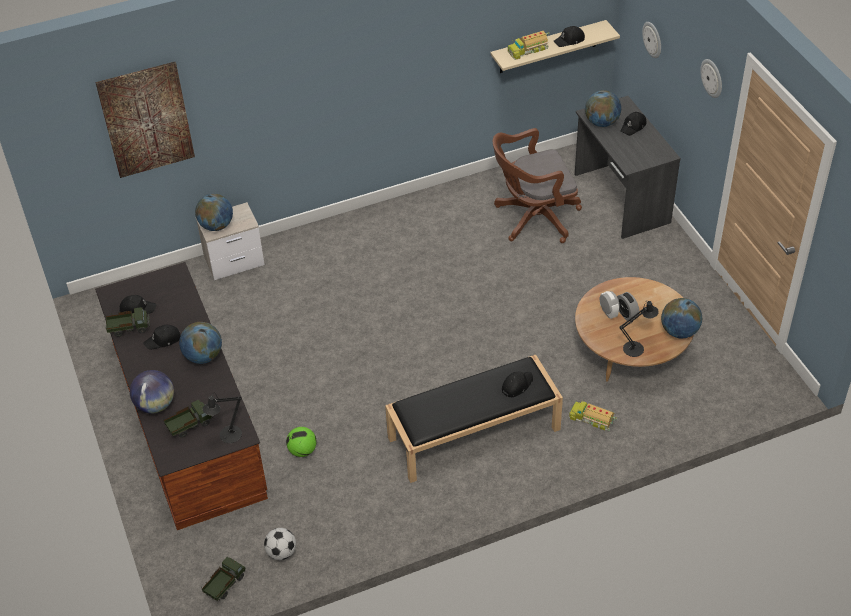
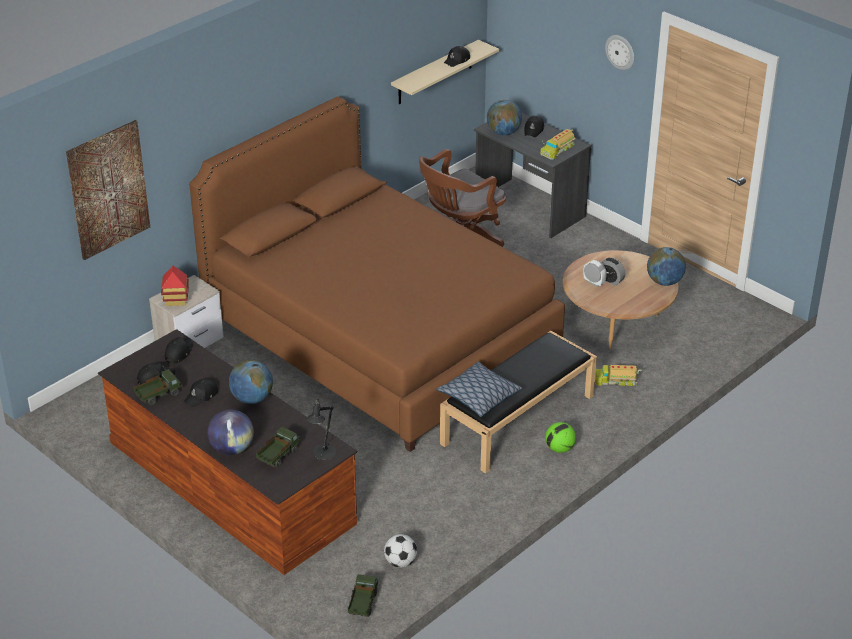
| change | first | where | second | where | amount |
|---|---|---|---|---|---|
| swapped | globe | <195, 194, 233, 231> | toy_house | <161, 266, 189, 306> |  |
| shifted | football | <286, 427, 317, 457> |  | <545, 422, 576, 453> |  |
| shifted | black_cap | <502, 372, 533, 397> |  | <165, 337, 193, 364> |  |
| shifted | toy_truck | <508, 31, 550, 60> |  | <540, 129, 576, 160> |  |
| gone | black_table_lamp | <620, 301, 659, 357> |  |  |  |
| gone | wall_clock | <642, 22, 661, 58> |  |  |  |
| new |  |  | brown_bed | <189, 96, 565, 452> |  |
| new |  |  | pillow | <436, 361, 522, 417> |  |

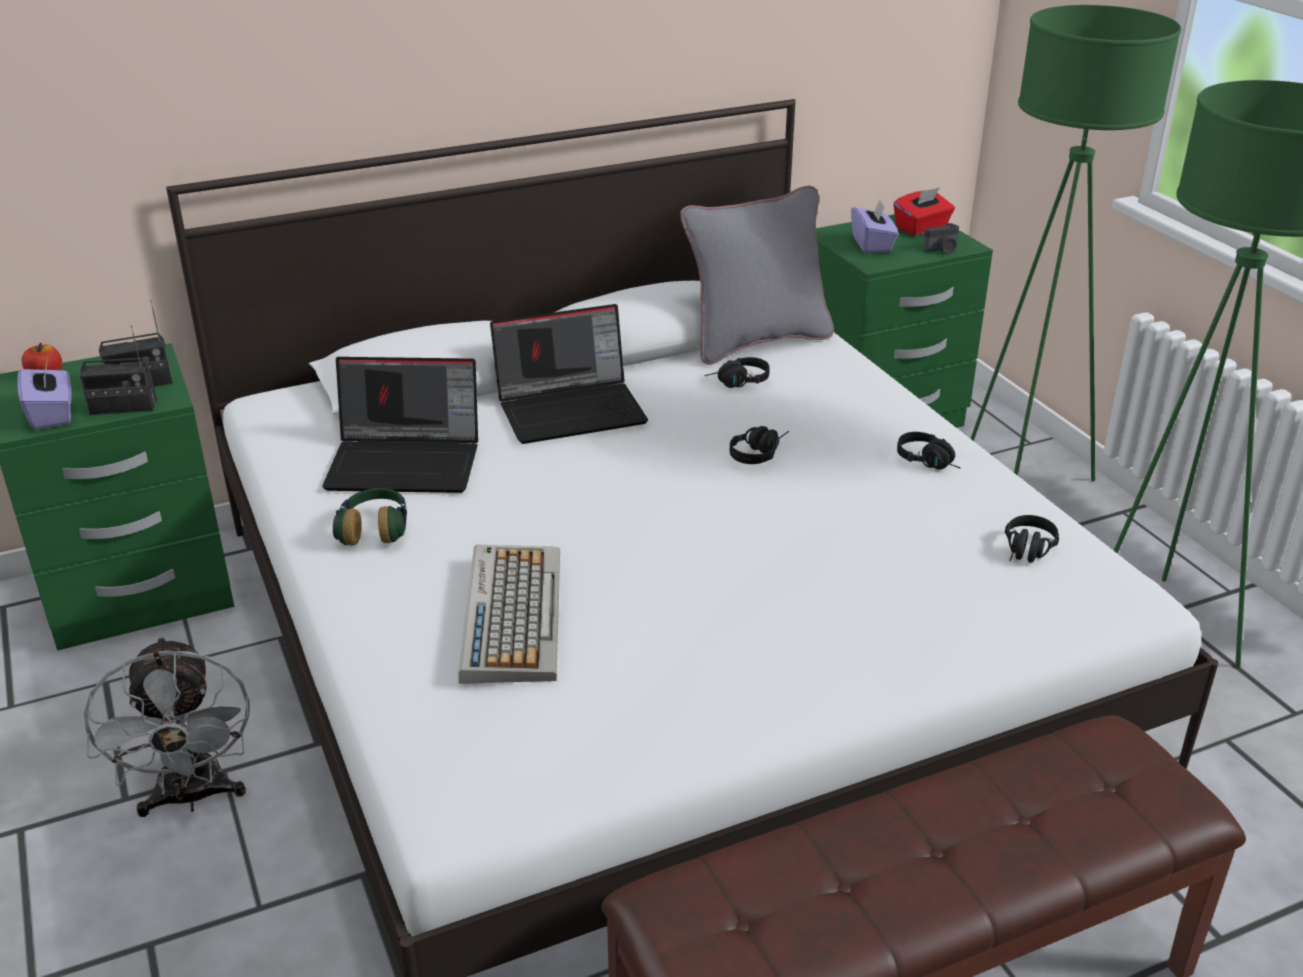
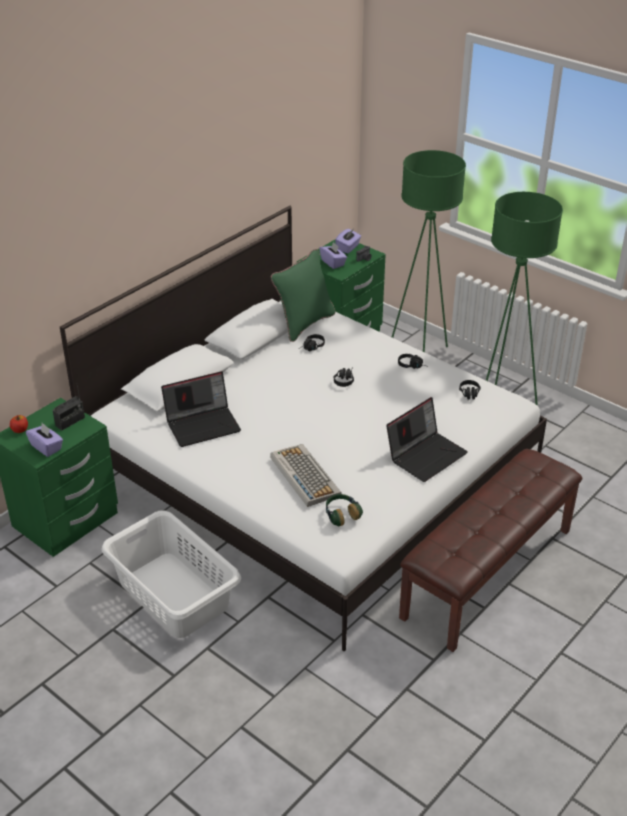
| change | first | where | second | where | amount |
|---|---|---|---|---|---|
| gone | radio | <79, 325, 157, 415> |  |  |  |
| swapped | grey_fan | <84, 636, 250, 817> | white_laundry_basket | <102, 510, 241, 638> |  |
| shifted | headphones | <333, 488, 407, 545> |  | <326, 494, 363, 526> |  |
| shifted | laptop | <490, 304, 648, 444> |  | <386, 397, 468, 482> |  |
| repainted | grey_pillow | <680, 186, 834, 365> | green_pillow | <271, 249, 335, 342> |  |
| repainted | red_tissue_box | <893, 187, 955, 236> | purple_tissue_box | <335, 229, 361, 253> |  |

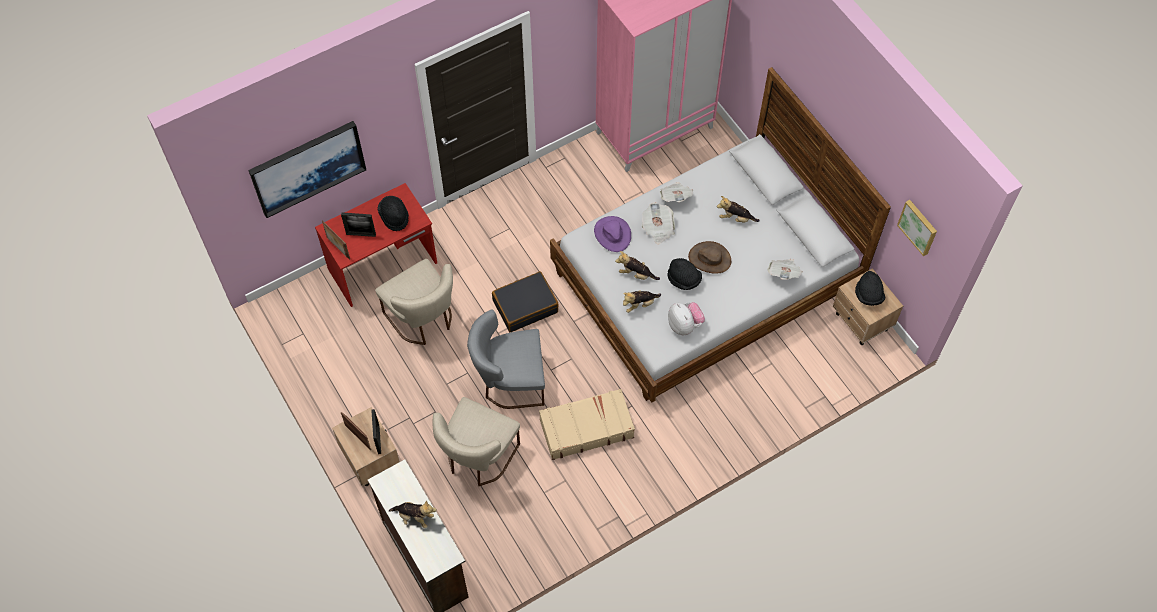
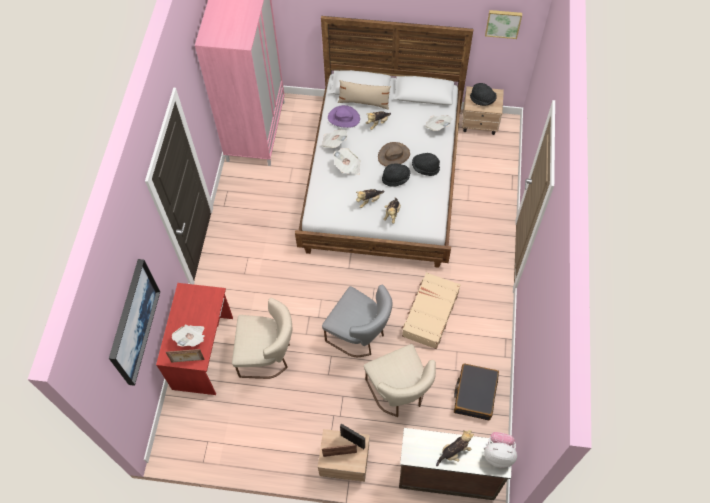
| change | first | where | second | where | amount |
|---|---|---|---|---|---|
| swapped | picture_frame | <341, 212, 376, 237> | newspaper | <172, 325, 205, 347> |  |
| shifted | black_hat | <378, 196, 409, 231> |  | <412, 153, 440, 176> |  |
| rotated | grey_chair | <467, 309, 545, 409> |  | <322, 285, 392, 357> | 90 degrees counterclockwise |
| shifted | black_suitcase | <492, 271, 559, 332> |  | <454, 363, 499, 420> |  |
| shifted | purple_hat | <594, 216, 631, 252> |  | <328, 105, 360, 128> |  |
| shifted | plush_toy | <668, 302, 705, 335> |  | <484, 432, 517, 468> |  |
| new |  |  | beige_pillow | <338, 80, 391, 110> |  |

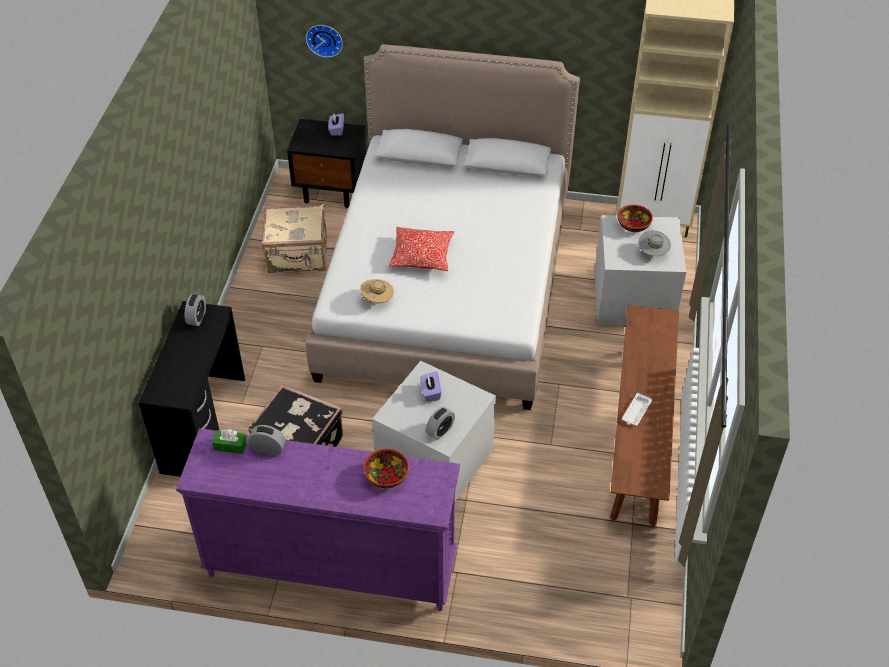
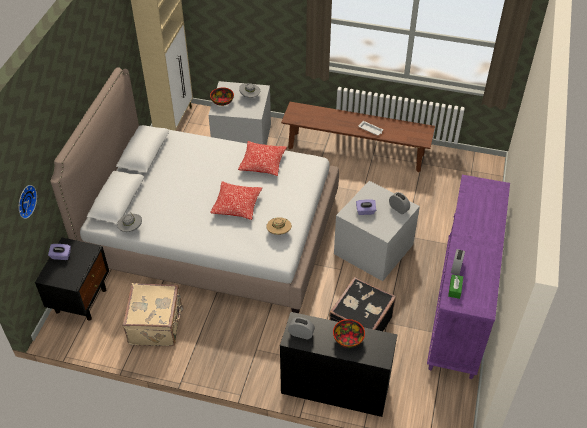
| change | first | where | second | where | amount |
|---|---|---|---|---|---|
| shifted | bowl | <364, 449, 409, 488> |  | <333, 319, 365, 348> |  |
| new |  |  | grey_hat | <117, 214, 142, 232> |  |
| new |  |  | pillow | <238, 141, 287, 176> |  |

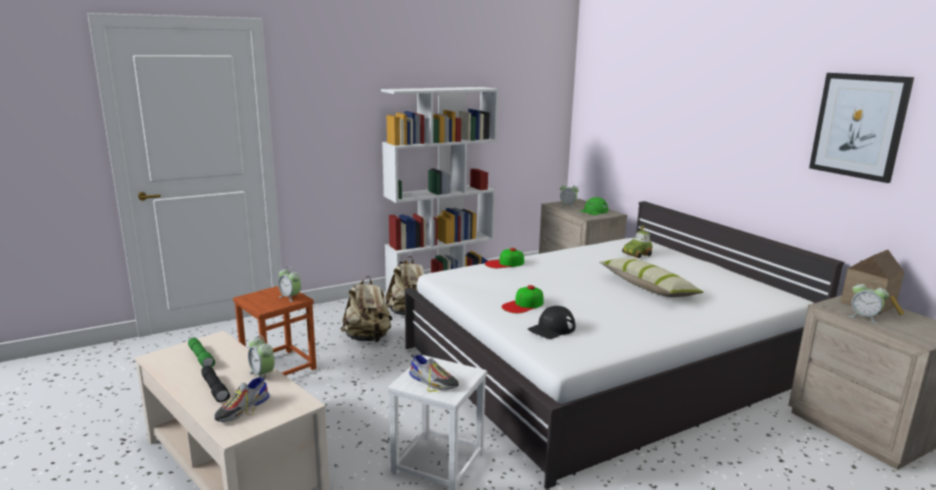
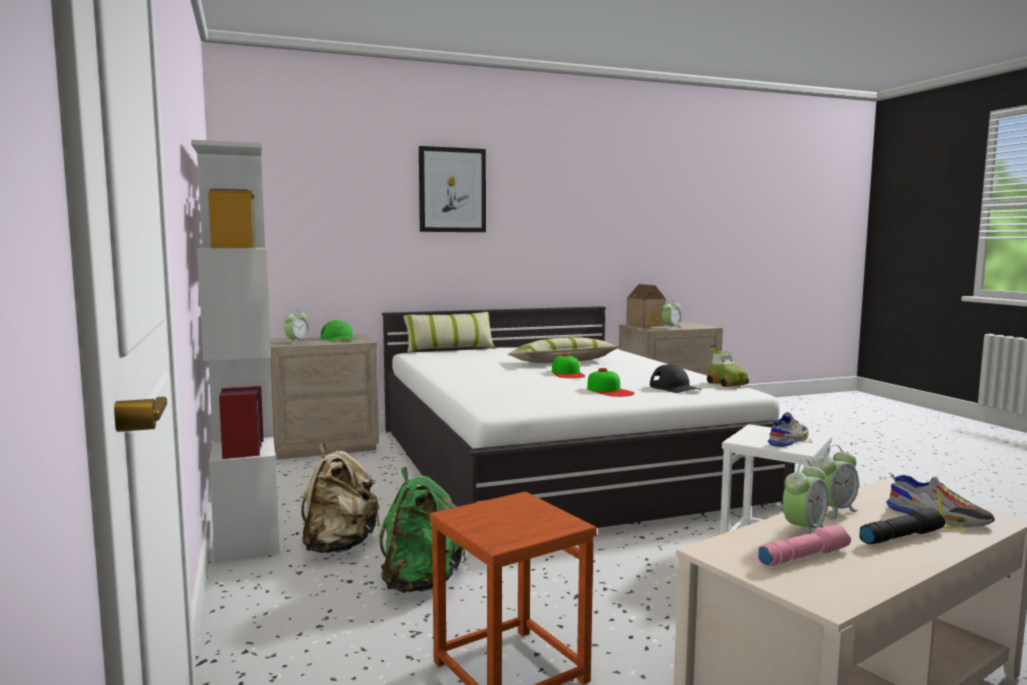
| change | first | where | second | where | amount |
|---|---|---|---|---|---|
| repainted | green_flashlight | <188, 338, 215, 367> | pink_flashlight | <758, 525, 851, 566> |  |
| shifted | alarm_clock | <278, 266, 301, 302> |  | <783, 460, 828, 534> |  |
| repainted | beige_backpack | <340, 276, 392, 342> | green_backpack | <379, 467, 466, 593> |  |
| shifted | cap | <485, 248, 524, 268> |  | <552, 353, 585, 378> |  |
| shifted | toy_car | <622, 225, 652, 258> |  | <707, 345, 749, 387> |  |
| shifted | picture | <809, 73, 914, 183> |  | <419, 146, 486, 232> |  |
| new |  |  | pillow | <402, 312, 496, 353> |  |

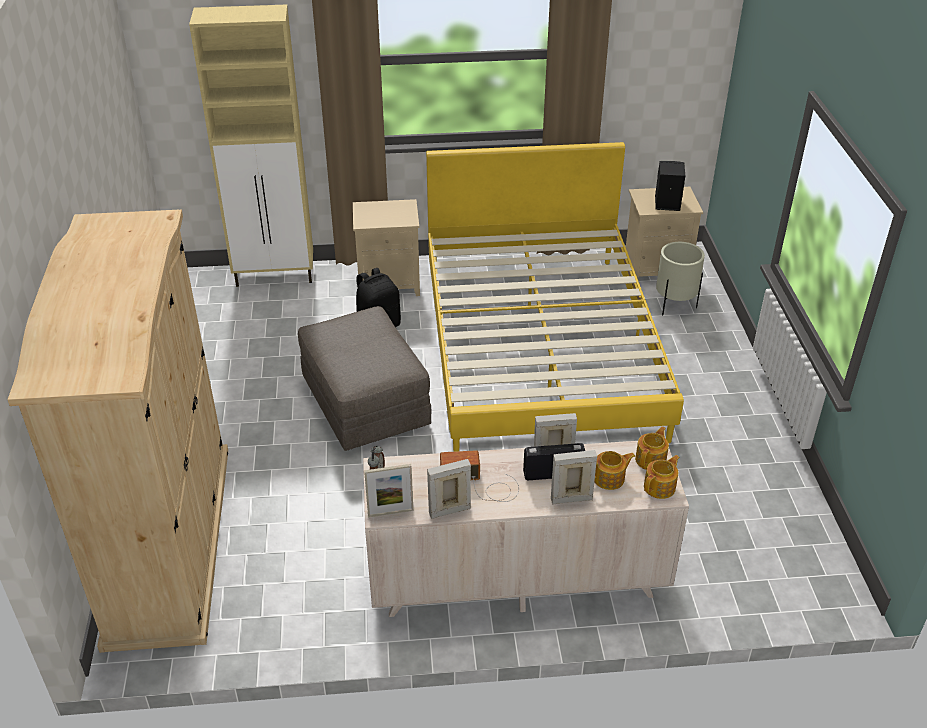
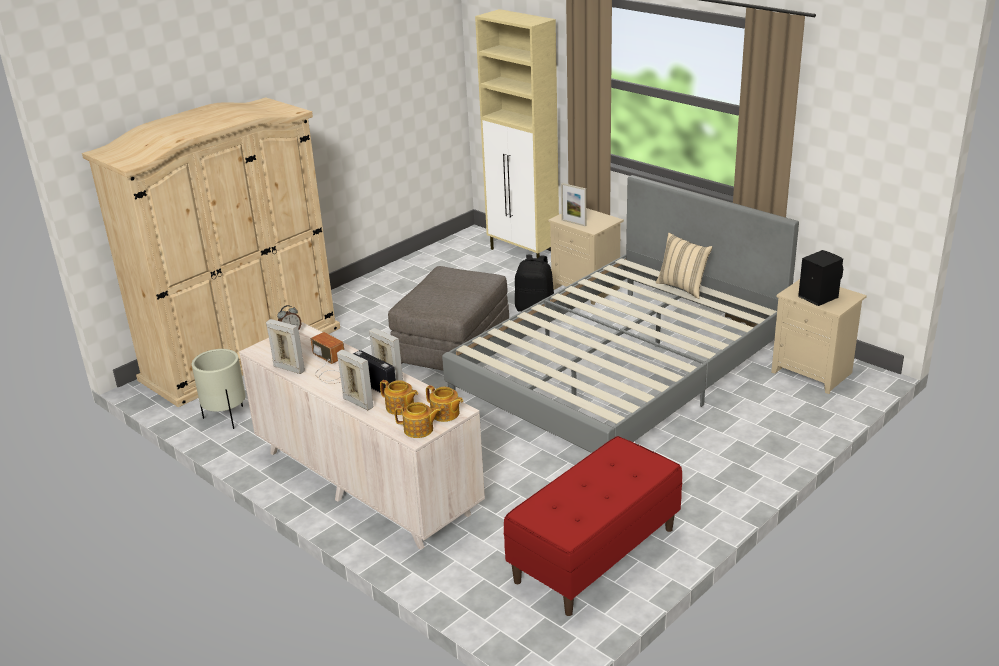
| change | first | where | second | where | amount |
|---|---|---|---|---|---|
| shifted | picture_frame | <364, 464, 413, 517> |  | <561, 183, 586, 226> |  |
| repainted | yellow_bed | <426, 142, 684, 452> | grey_bed | <442, 175, 799, 453> |  |
| rotated | teapot | <635, 426, 669, 470> |  | <426, 385, 463, 422> | 45 degrees clockwise |
| shifted | beige_planter | <656, 242, 705, 315> |  | <192, 349, 246, 429> |  |
| new |  |  | red_bench | <504, 436, 683, 616> |  |
| new |  |  | beige_pillow | <656, 233, 713, 299> |  |

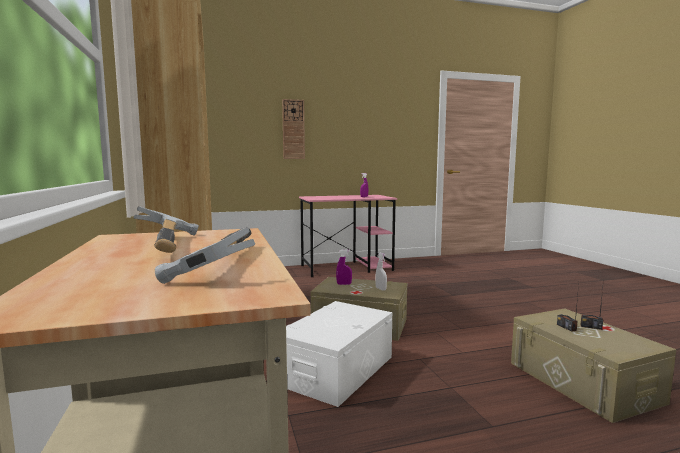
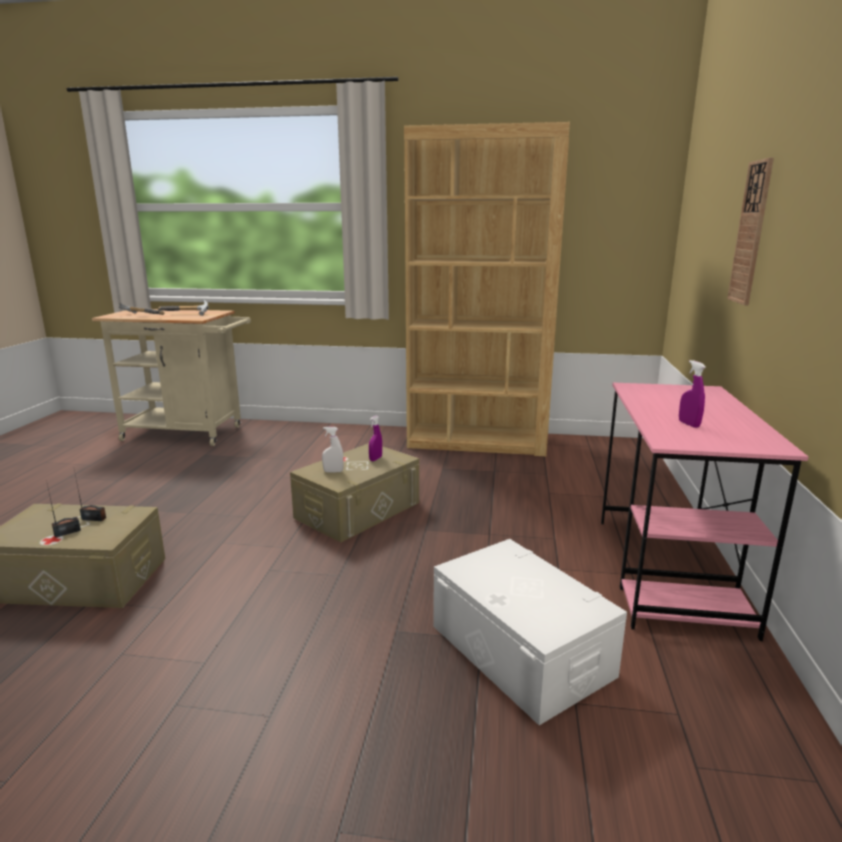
| change | first | where | second | where | amount |
|---|---|---|---|---|---|
| shifted | white_storage_box | <286, 301, 392, 407> |  | <433, 539, 627, 725> |  |

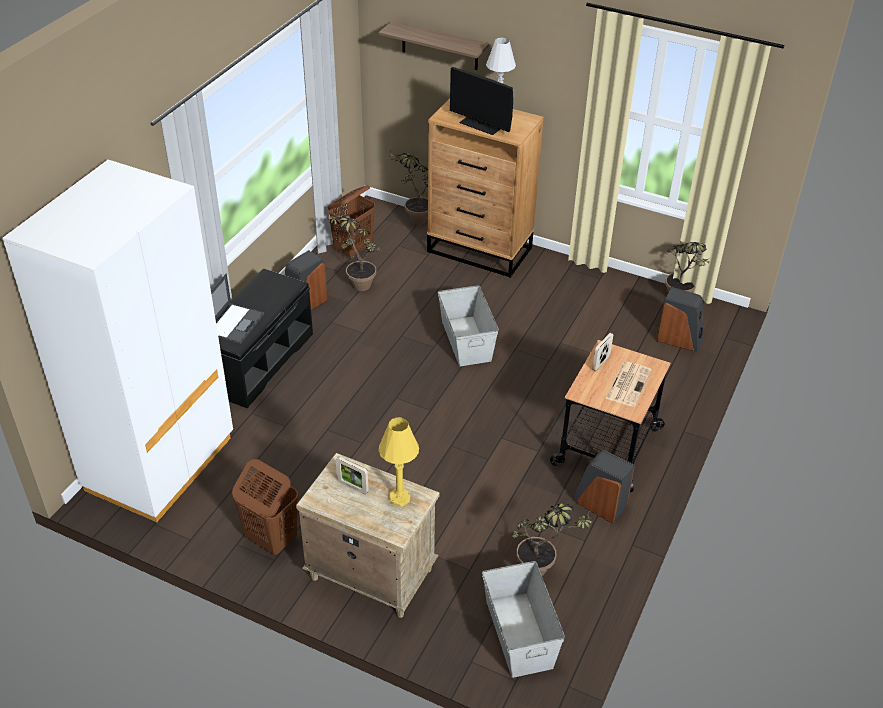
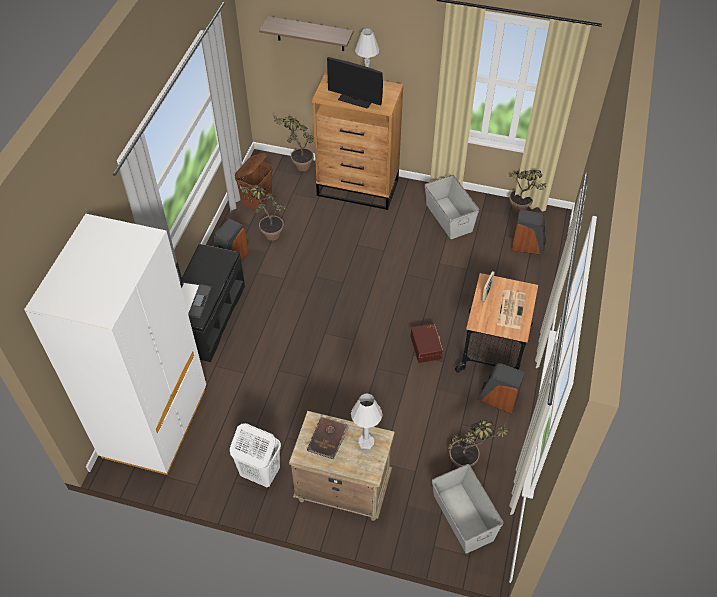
| change | first | where | second | where | amount |
|---|---|---|---|---|---|
| repainted | brown_laundry_basket | <232, 459, 298, 555> | white_laundry_basket | <230, 423, 281, 487> |  |
| swapped | picture_frame | <336, 457, 369, 494> | brown_book | <307, 417, 349, 459> |  |
| repainted | yellow_table_lamp | <379, 417, 419, 507> | white_table_lamp | <351, 393, 383, 449> |  |
| shifted | grey_storage_box | <438, 285, 499, 366> |  | <425, 175, 479, 239> |  |
| new |  |  | brown_storage_box | <411, 323, 443, 363> |  |

